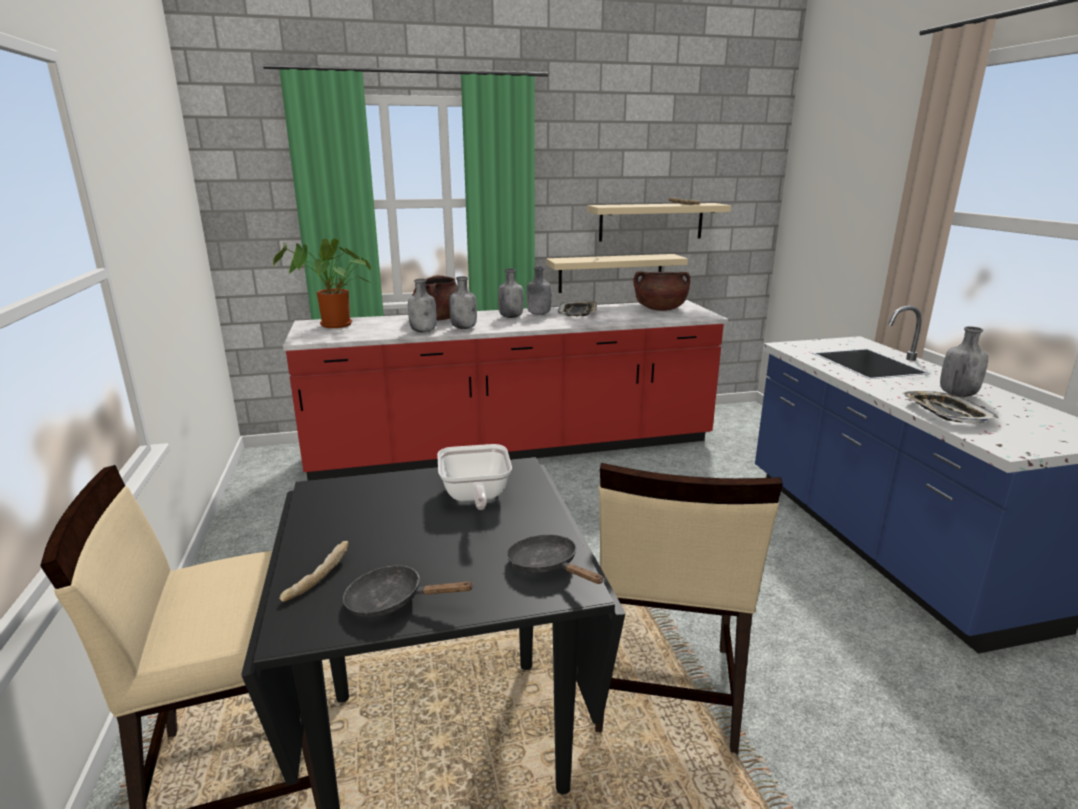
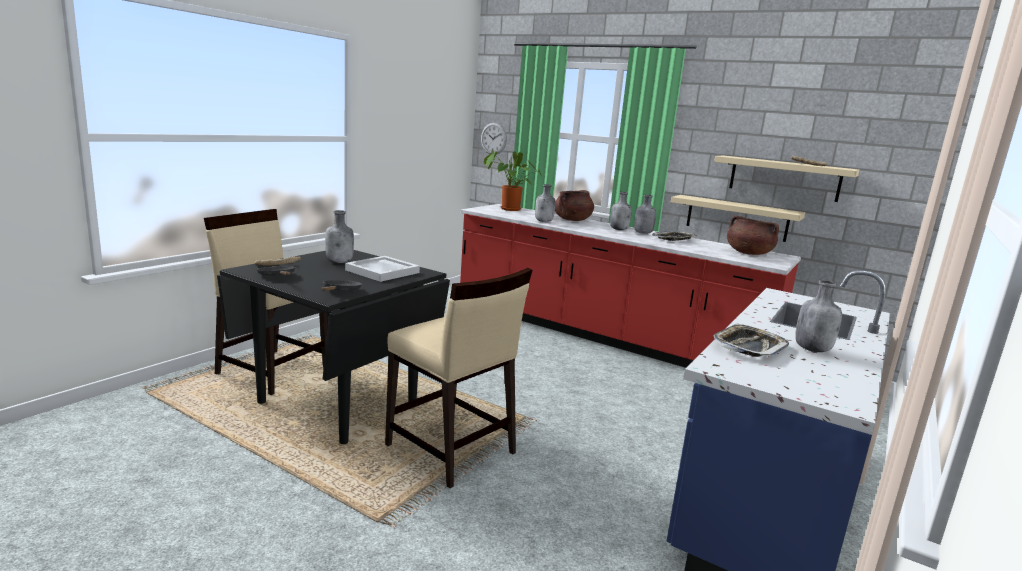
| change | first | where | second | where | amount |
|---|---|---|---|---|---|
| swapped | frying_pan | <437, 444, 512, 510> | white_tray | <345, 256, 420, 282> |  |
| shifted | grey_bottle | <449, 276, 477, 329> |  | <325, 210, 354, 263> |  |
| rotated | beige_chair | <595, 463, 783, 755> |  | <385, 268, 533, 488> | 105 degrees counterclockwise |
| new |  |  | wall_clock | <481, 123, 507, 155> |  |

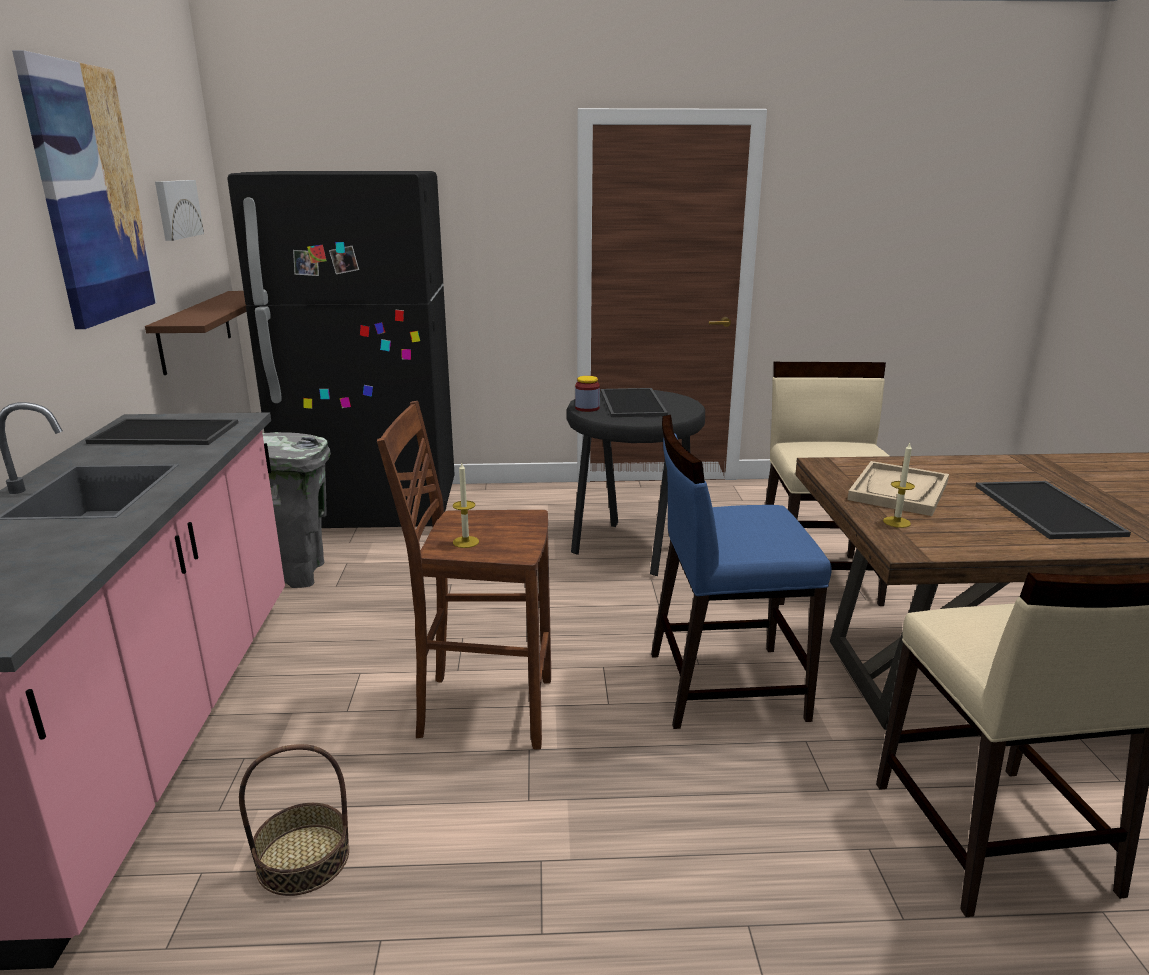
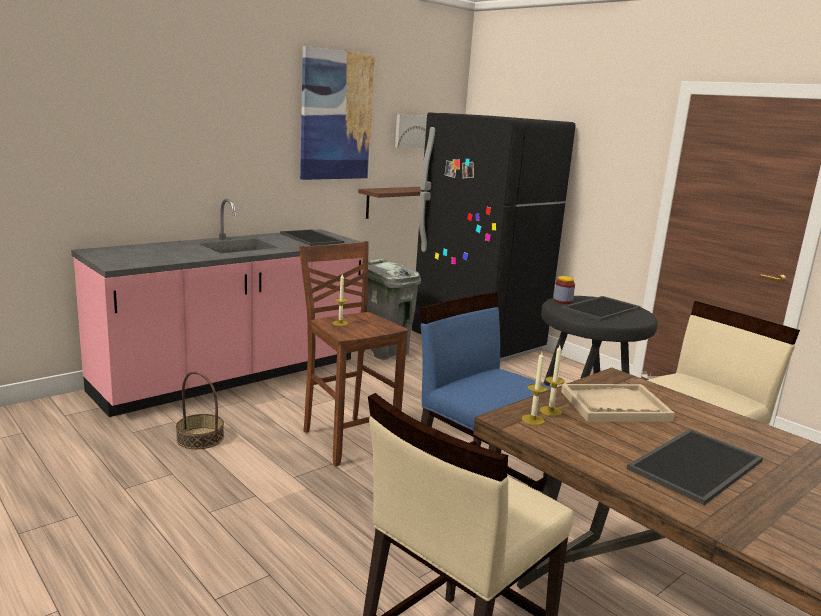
| change | first | where | second | where | amount |
|---|---|---|---|---|---|
| new |  |  | candle | <522, 352, 547, 425> |  |

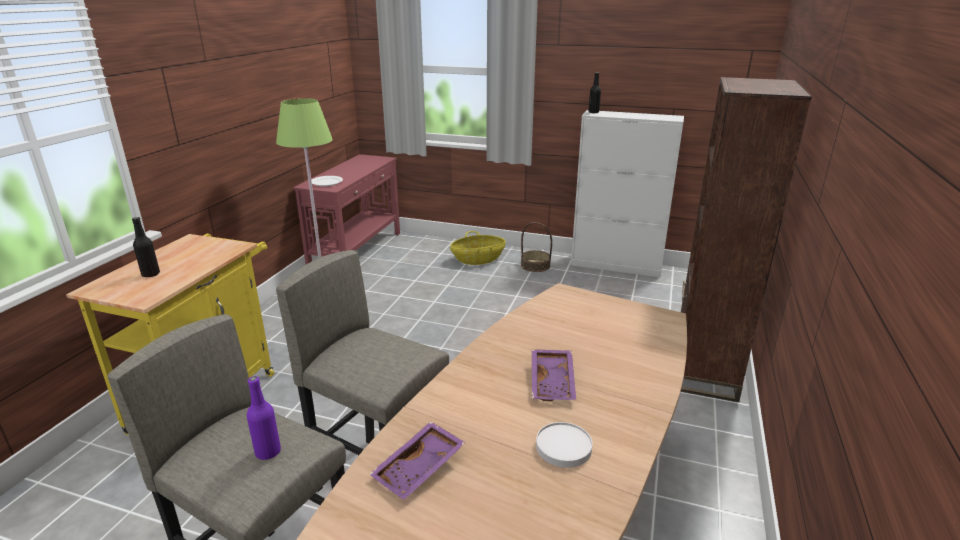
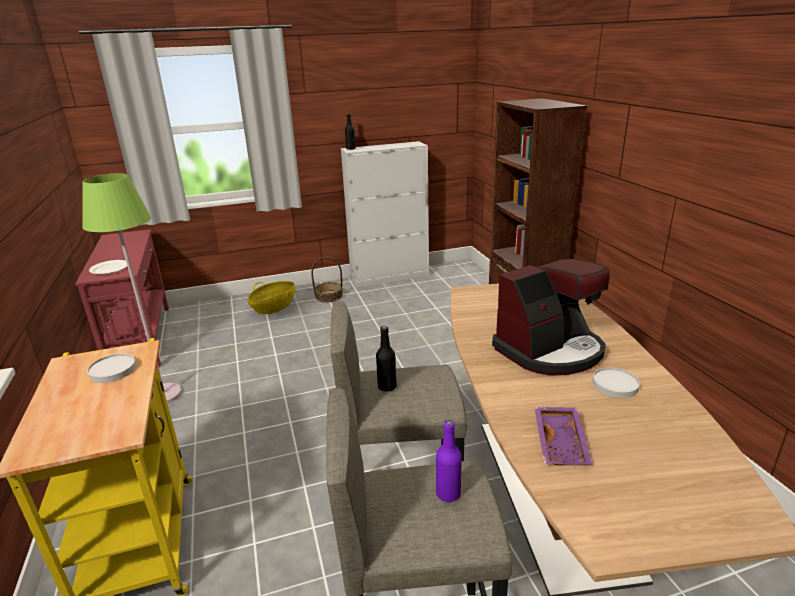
| change | first | where | second | where | amount |
|---|---|---|---|---|---|
| shifted | black_bottle | <132, 217, 160, 278> |  | <376, 326, 397, 391> |  |
| swapped | purple_tray | <532, 350, 576, 401> | coffee_machine | <492, 259, 610, 376> |  |
| new |  |  | white_plate | <87, 353, 136, 383> |  |

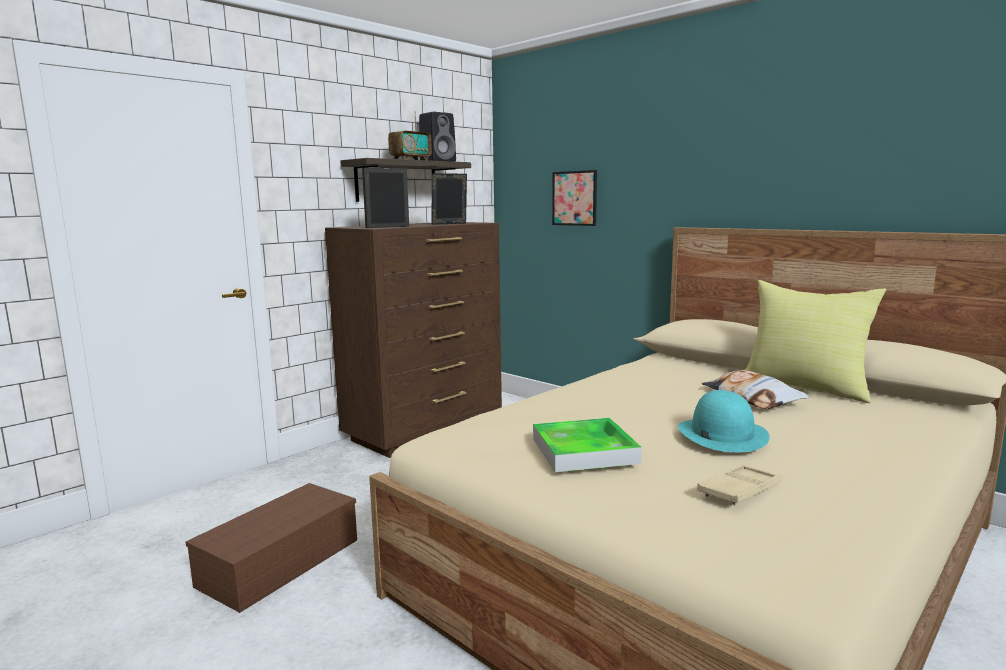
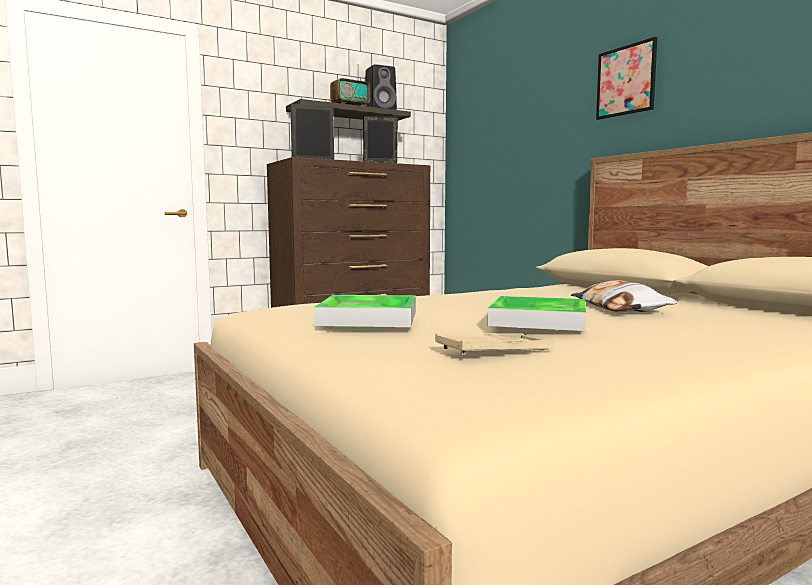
| change | first | where | second | where | amount |
|---|---|---|---|---|---|
| gone | brown_storage_box | <186, 483, 357, 613> |  |  |  |
| shifted | picture | <552, 170, 597, 226> |  | <596, 37, 657, 120> |  |
| swapped | turquoise_hat | <678, 390, 770, 452> | tray | <487, 296, 586, 331> |  |
| gone | yellow_pillow | <745, 280, 886, 403> |  |  |  |

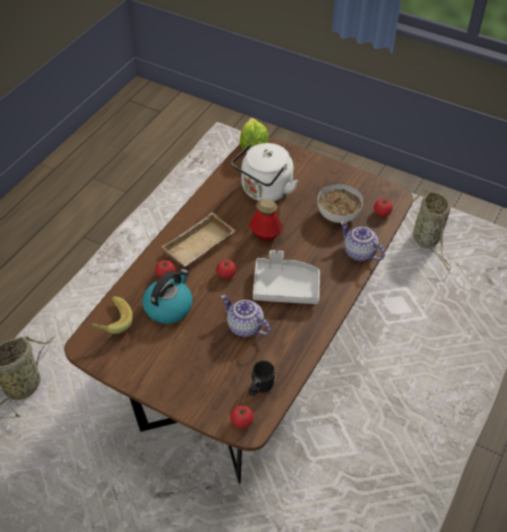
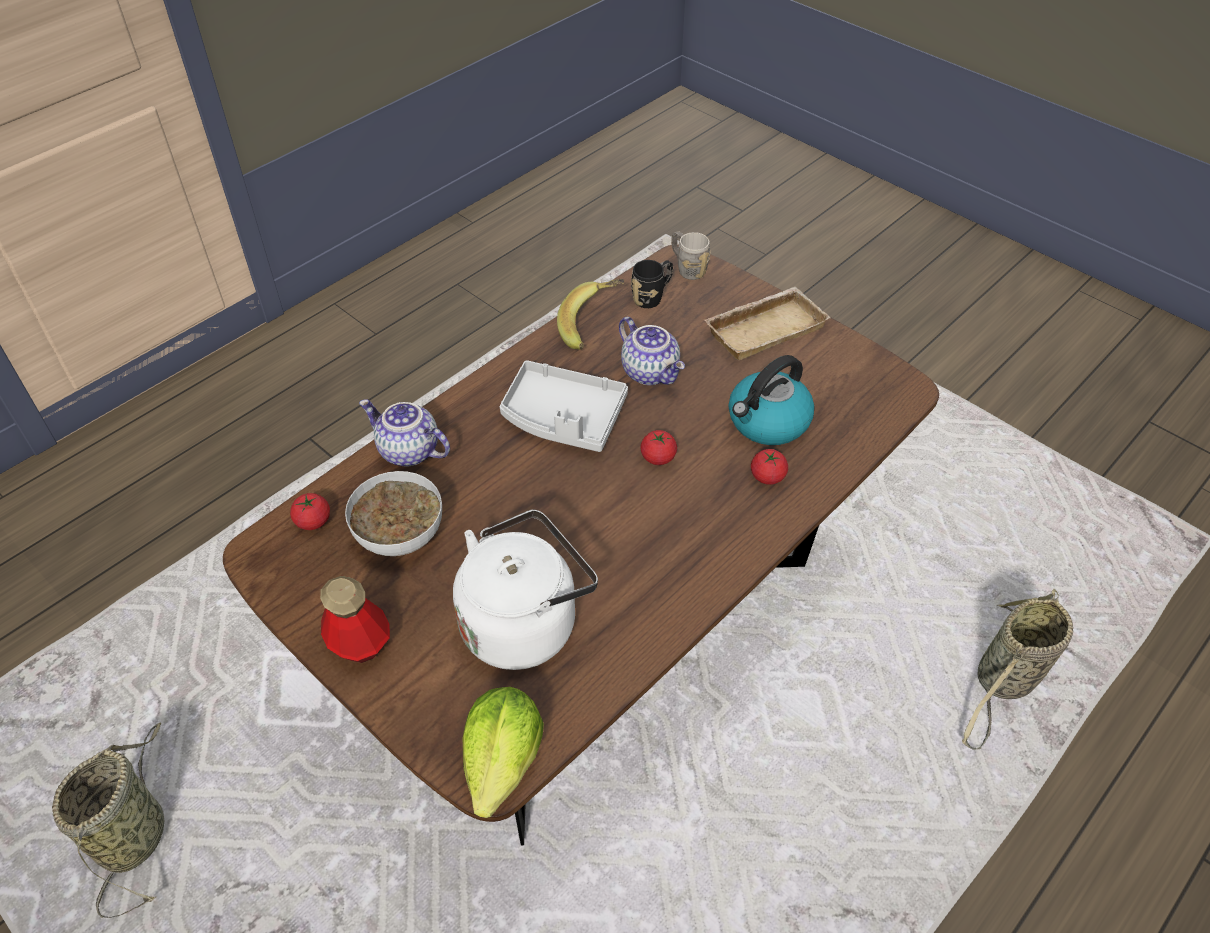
| change | first | where | second | where | amount |
|---|---|---|---|---|---|
| shifted | banana | <88, 296, 133, 334> |  | <557, 279, 624, 349> |  |
| shifted | beige_tray | <162, 212, 235, 267> |  | <704, 287, 831, 360> |  |
| swapped | tomato | <230, 405, 254, 428> | grey_mug | <671, 231, 710, 280> |  |
| shifted | bottle | <249, 199, 283, 242> |  | <320, 576, 390, 663> |  |
| rotated | teapot | <340, 221, 385, 261> |  | <359, 399, 450, 466> | 150 degrees clockwise |

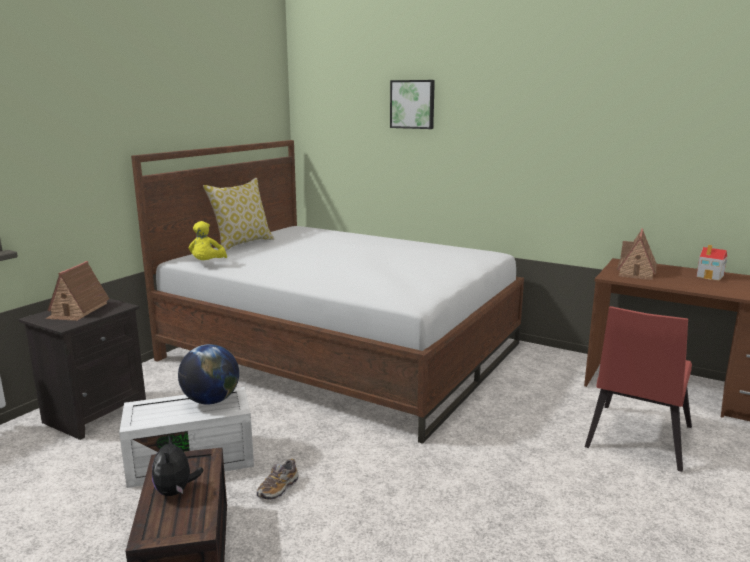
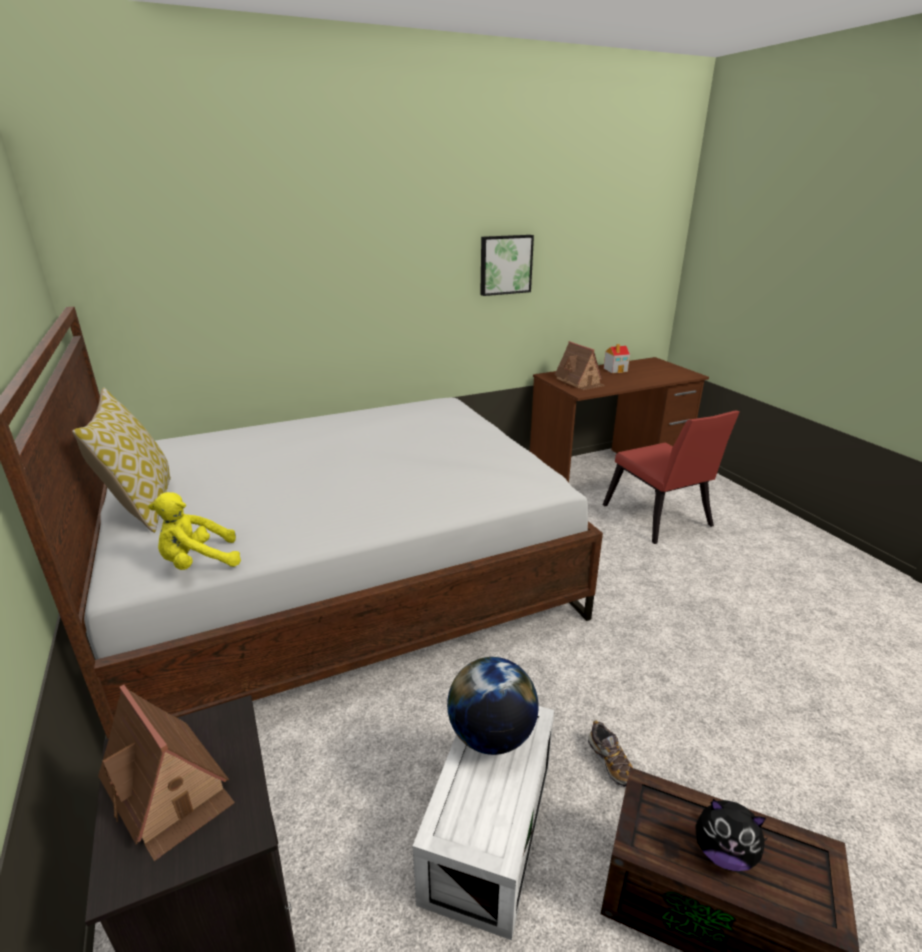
| change | first | where | second | where | amount |
|---|---|---|---|---|---|
| rotated | yellow_plush_toy | <189, 221, 227, 260> |  | <148, 492, 241, 570> | 120 degrees clockwise |
| shifted | picture | <390, 80, 435, 129> |  | <480, 235, 534, 296> |  |

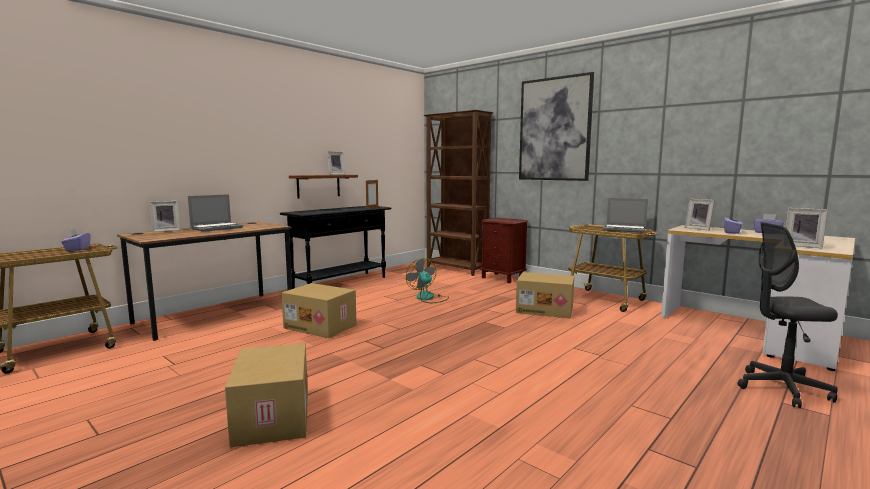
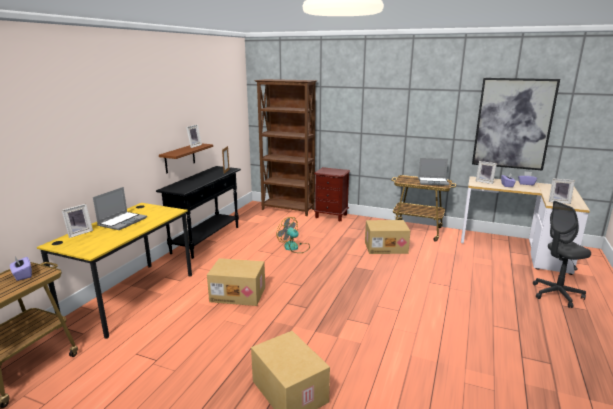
| change | first | where | second | where | amount |
|---|---|---|---|---|---|
| repainted | brown_desk | <117, 222, 292, 341> | yellow_desk | <37, 203, 192, 339> |  |
| shifted | picture | <519, 72, 594, 181> |  | <472, 78, 560, 171> |  |

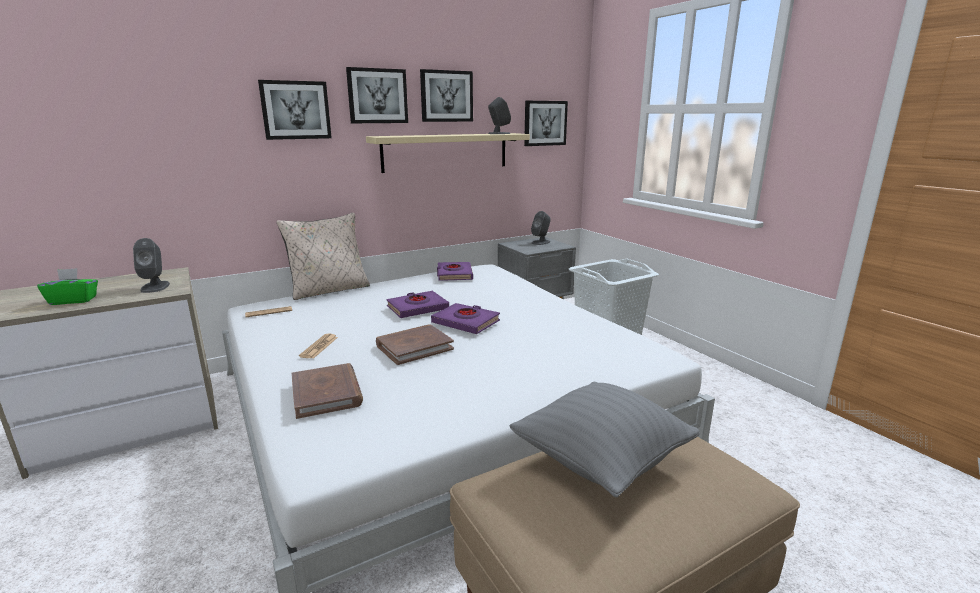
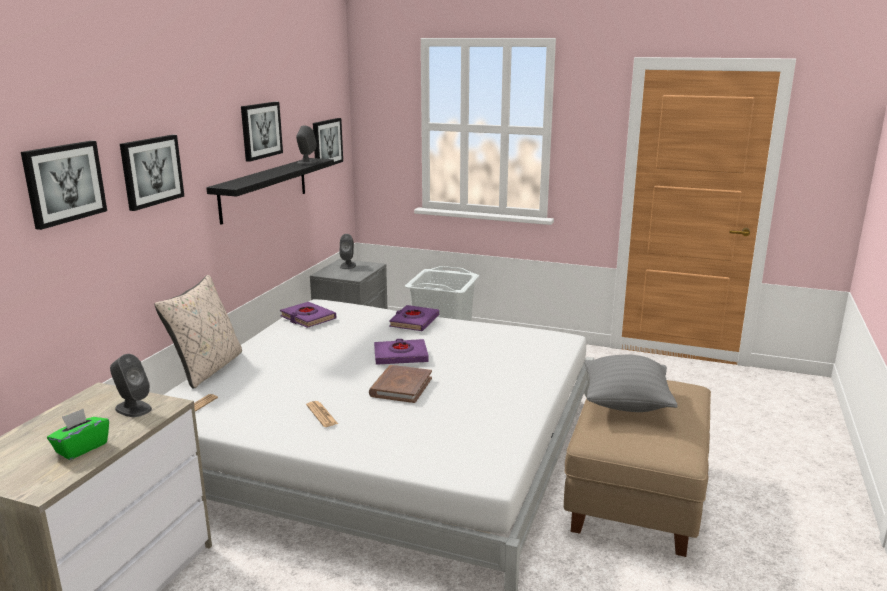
| change | first | where | second | where | amount |
|---|---|---|---|---|---|
| gone | brown_book | <291, 363, 363, 419> |  |  |  |
| shifted | picture | <346, 67, 408, 123> |  | <21, 141, 107, 230> |  |
| repainted | beige_shelf | <366, 133, 530, 173> | black_shelf | <206, 158, 334, 225> |  |
| shifted | purple_book | <386, 291, 449, 318> |  | <389, 305, 439, 331> |  |

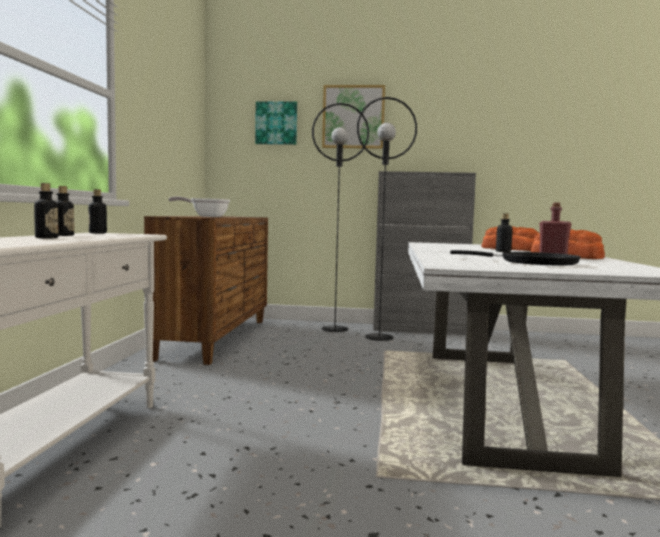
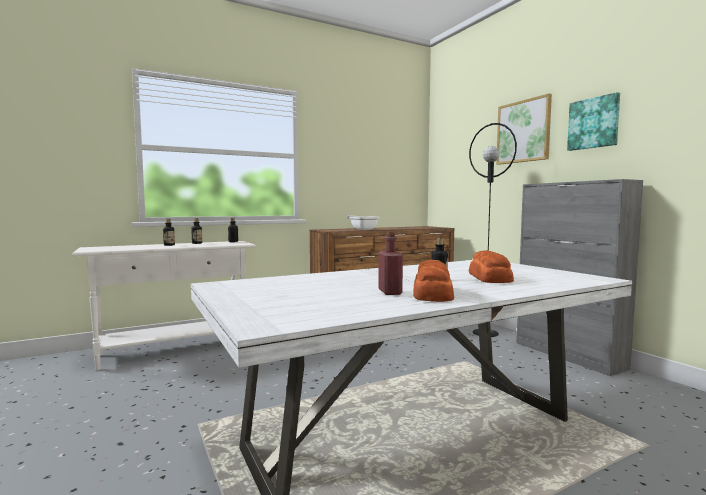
| change | first | where | second | where | amount |
|---|---|---|---|---|---|
| shifted | picture | <255, 102, 297, 145> |  | <567, 92, 620, 151> |  |
| gone | black_floor_lamp | <357, 97, 417, 341> |  |  |  |
| gone | black_frying_pan | <450, 250, 581, 266> |  |  |  |

